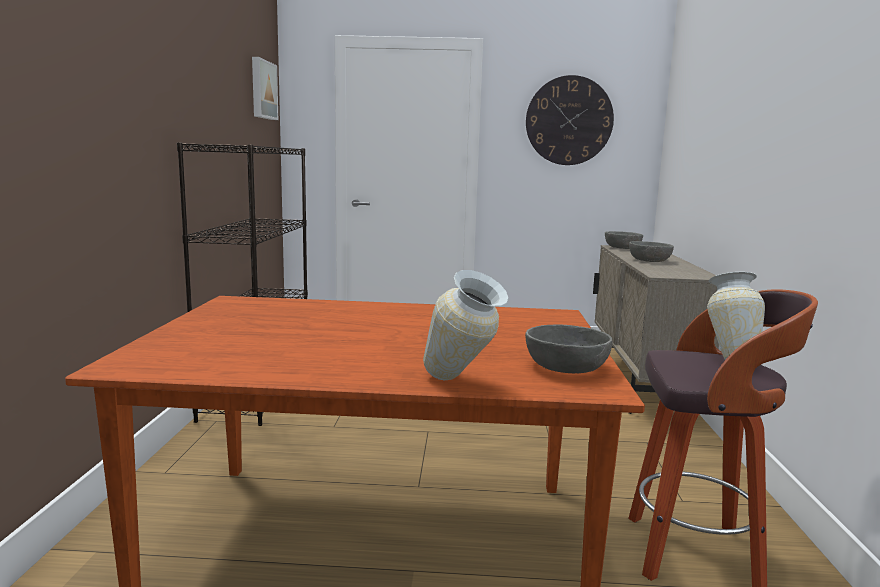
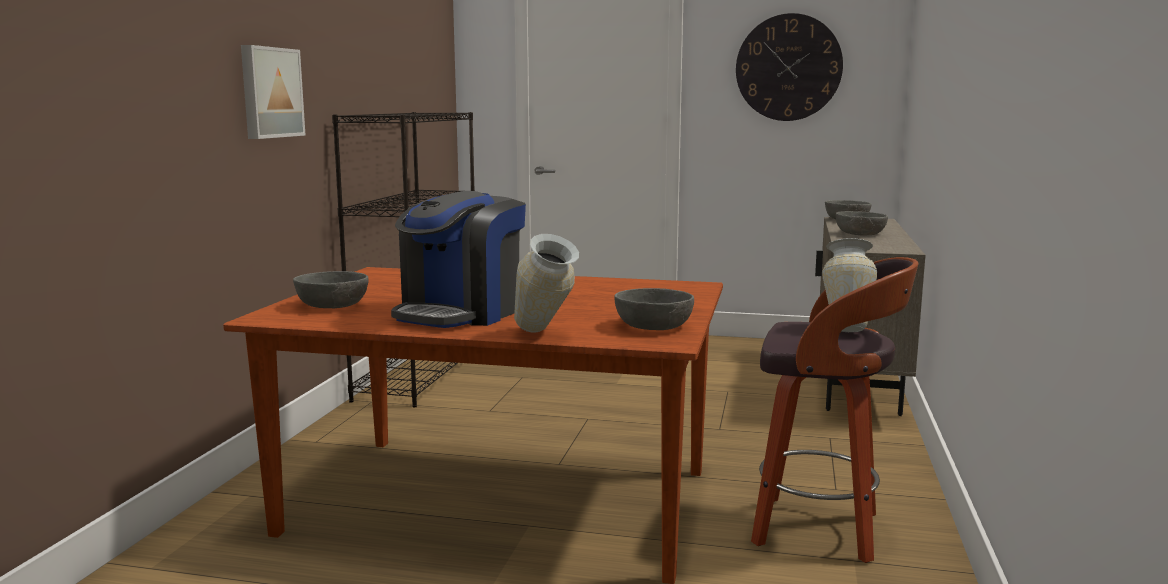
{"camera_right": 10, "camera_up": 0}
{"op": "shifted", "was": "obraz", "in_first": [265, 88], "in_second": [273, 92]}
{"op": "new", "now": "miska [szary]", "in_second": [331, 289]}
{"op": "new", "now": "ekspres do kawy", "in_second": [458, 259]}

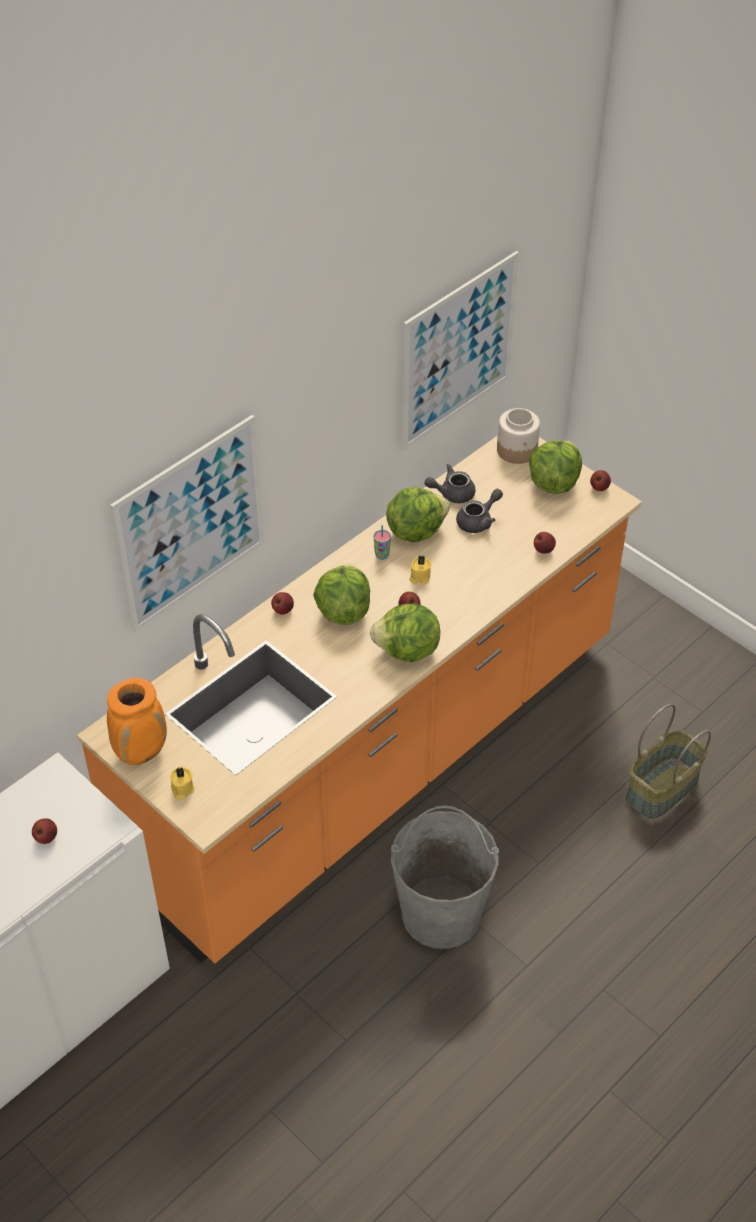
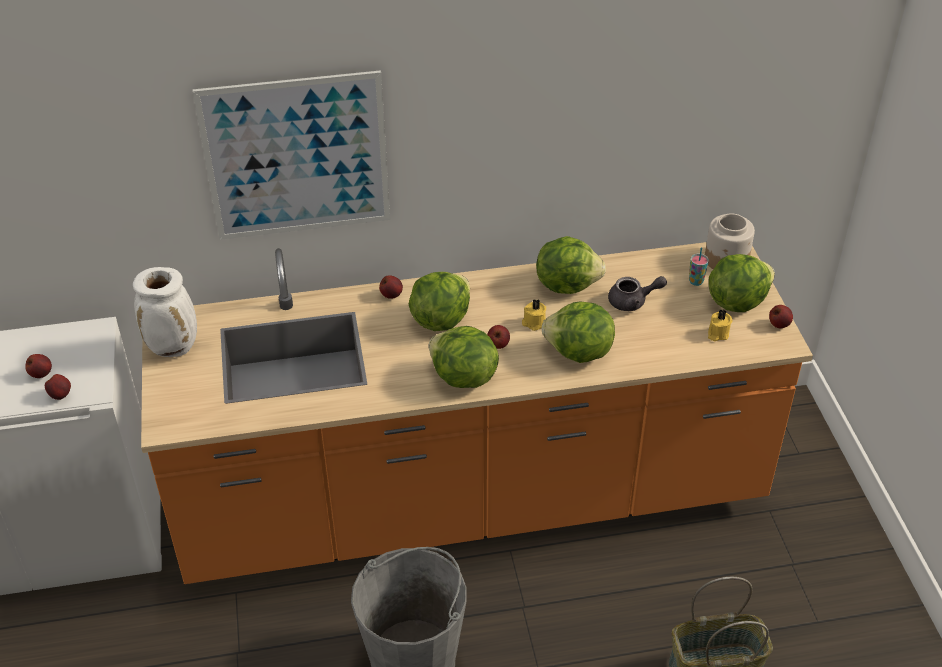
{"camera_right": 35, "camera_up": -5}
{"op": "repainted", "was": "wazon [pomarańczowy]", "now": "wazon [biały]", "in_first": [137, 721], "in_second": [165, 312]}
{"op": "shifted", "was": "świeca [żółty]", "in_first": [182, 783], "in_second": [720, 325]}
{"op": "shifted", "was": "filiżanka", "in_first": [382, 542], "in_second": [699, 266]}
{"op": "gone", "was": "obraz", "in_first": [460, 350]}
{"op": "gone", "was": "imbryk [szary]", "in_first": [450, 483]}
{"op": "shifted", "was": "jabłko", "in_first": [545, 543], "in_second": [58, 387]}
{"op": "new", "now": "sałata", "in_second": [578, 332]}

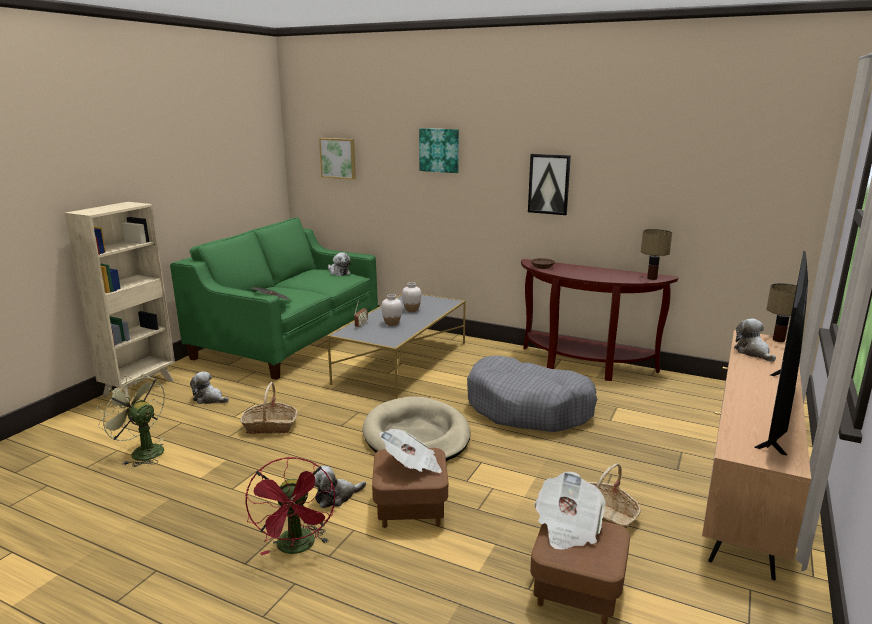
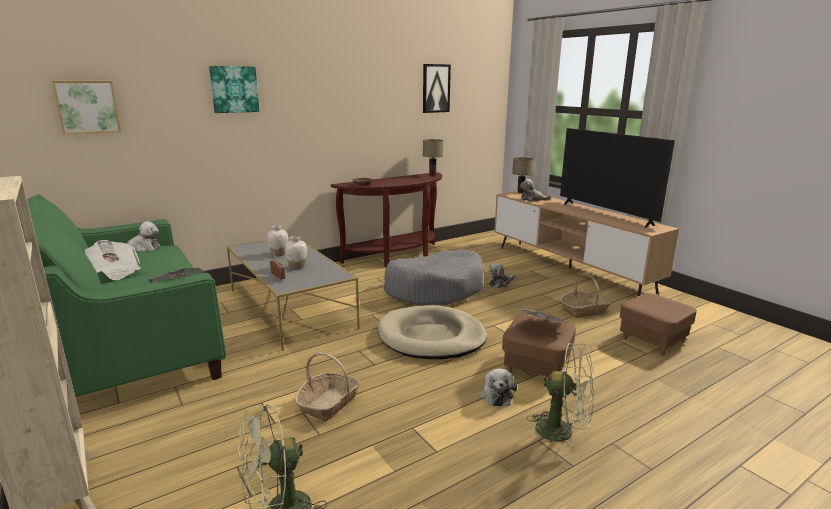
{"camera_right": -60, "camera_up": 0}
{"op": "shifted", "was": "pluszak", "in_first": [209, 388], "in_second": [502, 275]}
{"op": "repainted", "was": "wentylator [czerwony]", "now": "wentylator [zielony]", "in_first": [290, 506], "in_second": [560, 398]}
{"op": "shifted", "was": "obraz", "in_first": [549, 184], "in_second": [437, 88]}
{"op": "shifted", "was": "gazeta", "in_first": [570, 510], "in_second": [113, 260]}

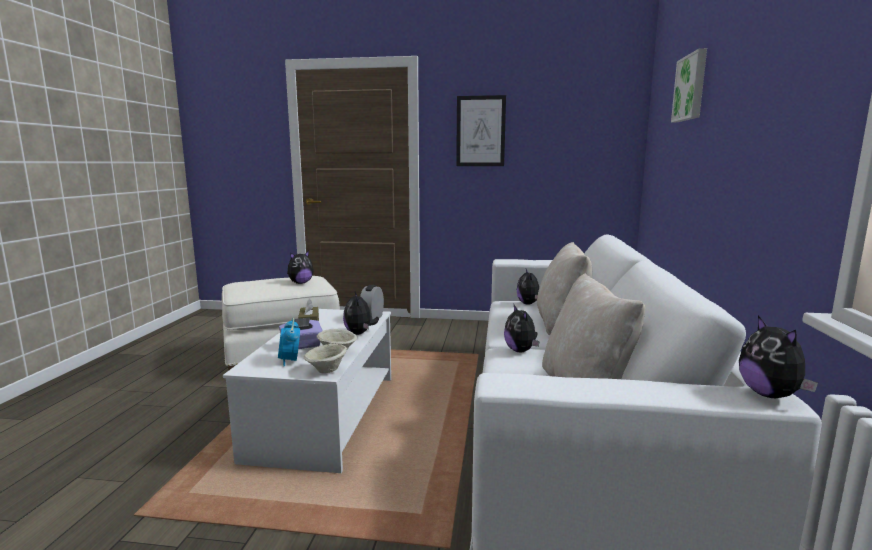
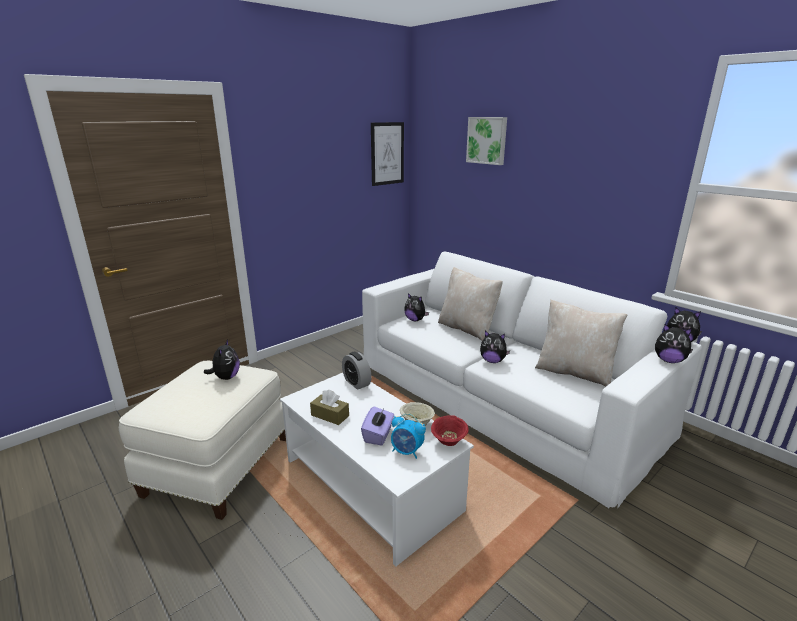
{"camera_right": -50, "camera_up": 10}
{"op": "repainted", "was": "miska [beżowy]", "now": "miska [czerwony]", "in_first": [325, 359], "in_second": [450, 430]}
{"op": "shifted", "was": "pluszak", "in_first": [361, 312], "in_second": [674, 343]}
{"op": "shifted", "was": "obraz", "in_first": [481, 130], "in_second": [387, 154]}

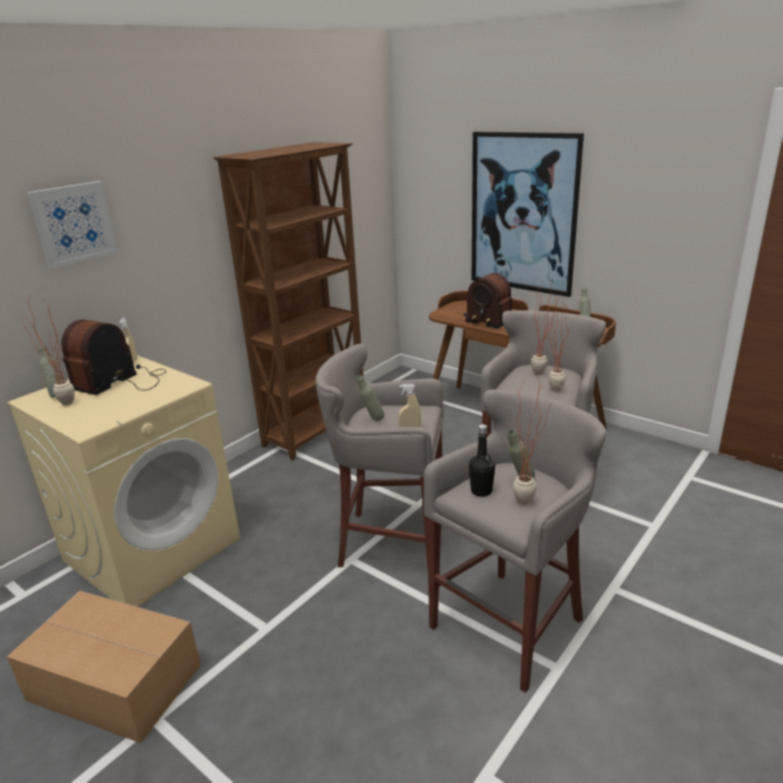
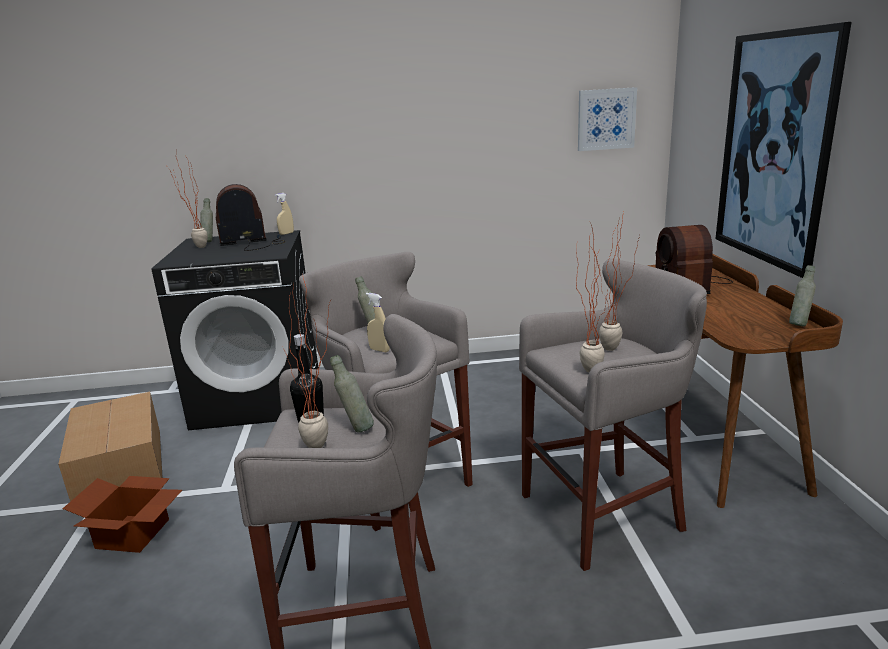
{"camera_right": 45, "camera_up": -5}
{"op": "repainted", "was": "pralka [beżowy]", "now": "pralka [czarny]", "in_first": [123, 481], "in_second": [235, 330]}
{"op": "shifted", "was": "obraz", "in_first": [72, 225], "in_second": [607, 119]}
{"op": "gone", "was": "regał [brązowy]", "in_first": [288, 301]}
{"op": "new", "now": "karton", "in_second": [122, 514]}

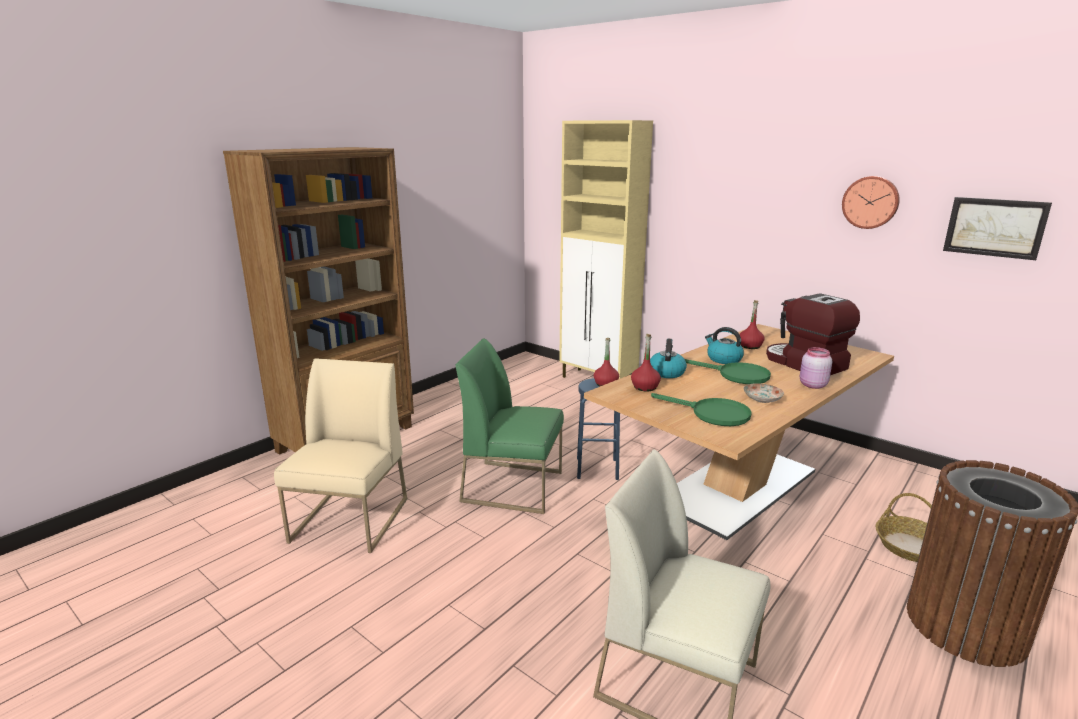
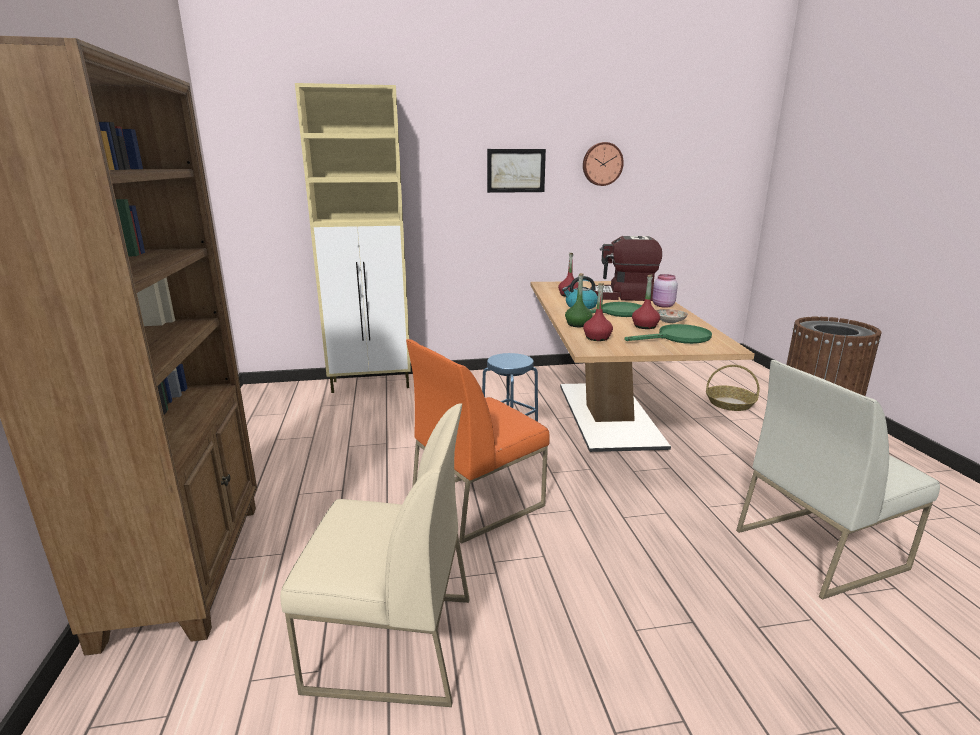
{"camera_right": -50, "camera_up": 0}
{"op": "rotated", "was": "krzesło [beżowy]", "in_first": [340, 455], "in_second": [375, 555], "clockwise": 135}
{"op": "repainted", "was": "krzesło [zielony]", "now": "krzesło [pomarańczowy]", "in_first": [509, 426], "in_second": [478, 441]}
{"op": "shifted", "was": "butelka [czerwony]", "in_first": [606, 362], "in_second": [646, 302]}
{"op": "swapped", "was": "czajnik", "now": "butelka [zielony]", "in_first": [668, 358], "in_second": [578, 300]}
{"op": "shifted", "was": "obraz", "in_first": [997, 228], "in_second": [516, 171]}

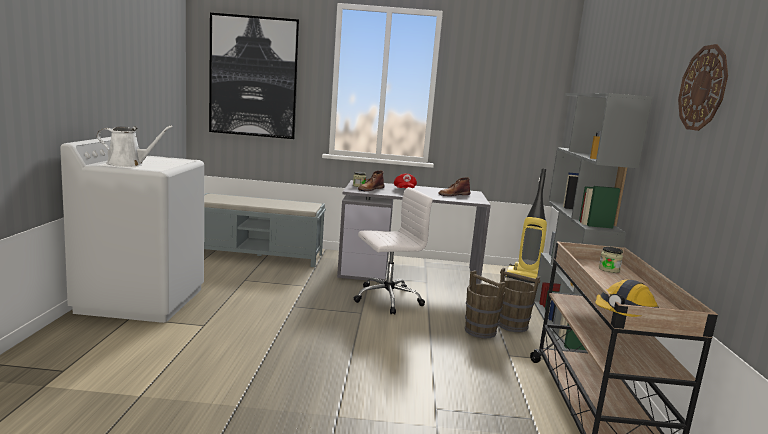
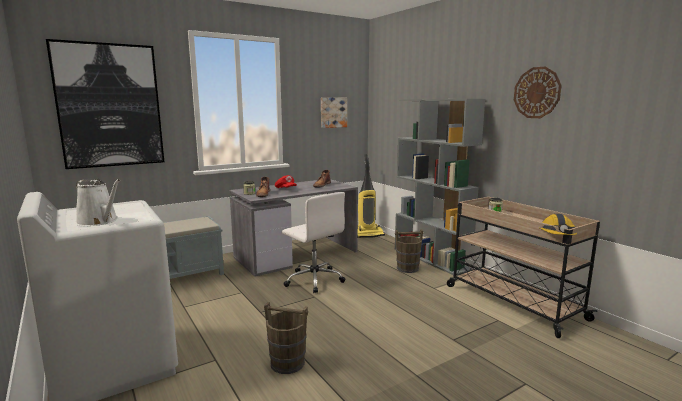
{"camera_right": -35, "camera_up": 0}
{"op": "rotated", "was": "konewka [biały]", "in_first": [135, 146], "in_second": [98, 202], "clockwise": 75}
{"op": "rotated", "was": "krzesło biurowe [biały]", "in_first": [393, 251], "in_second": [313, 242], "clockwise": 105}
{"op": "shifted", "was": "wiadro [brązowy]", "in_first": [485, 304], "in_second": [286, 338]}
{"op": "new", "now": "obraz", "in_second": [334, 112]}

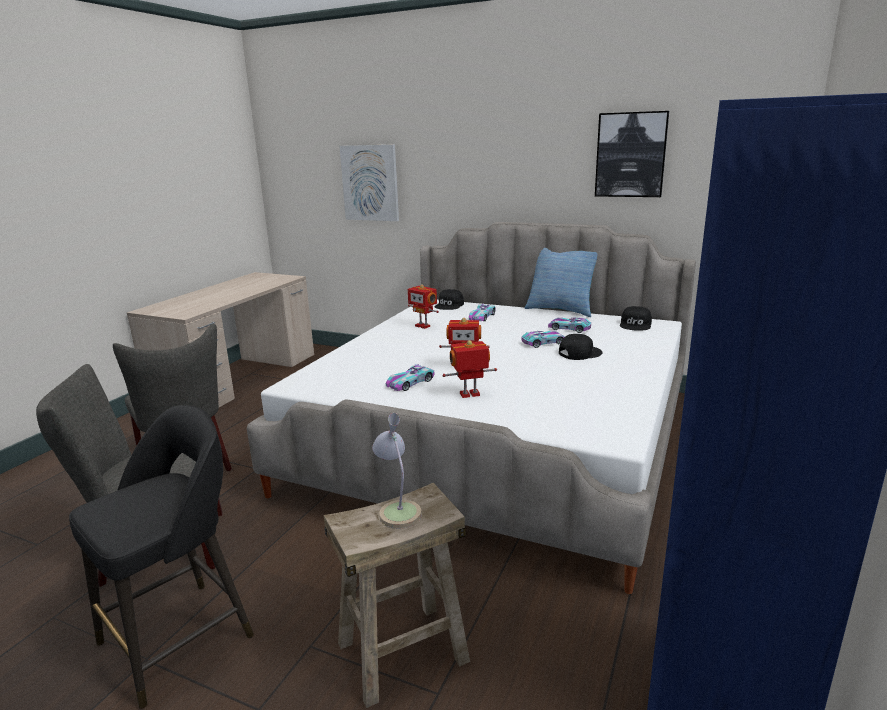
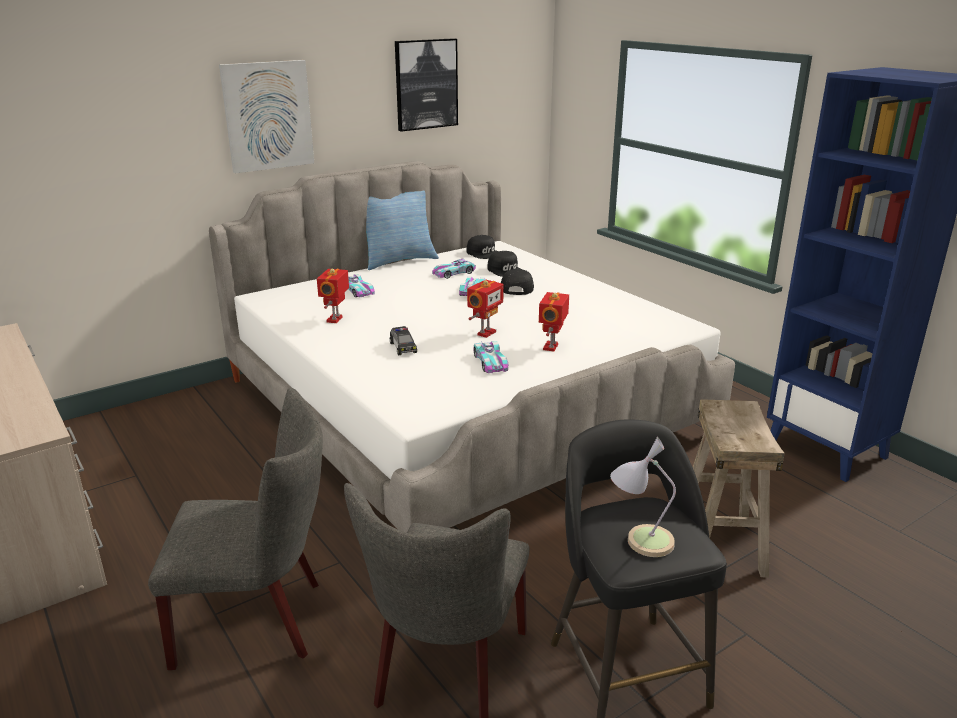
{"camera_right": -60, "camera_up": 5}
{"op": "shifted", "was": "obraz", "in_first": [369, 183], "in_second": [266, 116]}
{"op": "shifted", "was": "lampa stołowa", "in_first": [397, 471], "in_second": [643, 497]}
{"op": "rotated", "was": "robot zabawkowy", "in_first": [423, 306], "in_second": [333, 296], "clockwise": 120}
{"op": "shifted", "was": "czapka z daszkiem [czarny]", "in_first": [449, 299], "in_second": [503, 264]}
{"op": "new", "now": "samochodzik", "in_second": [403, 341]}

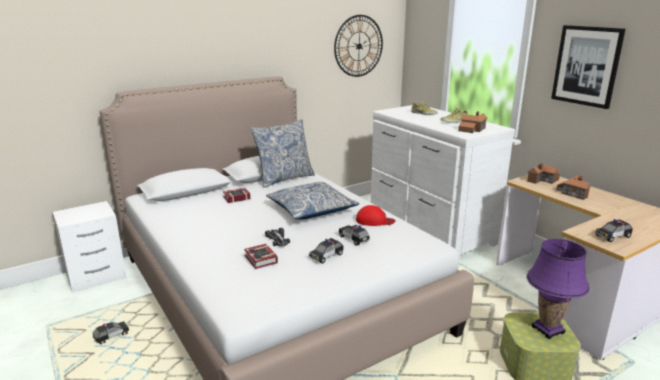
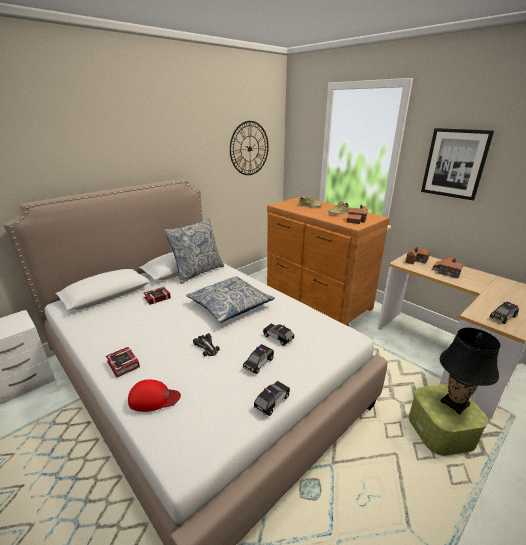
{"camera_right": -10, "camera_up": 5}
{"op": "shifted", "was": "samochodzik", "in_first": [110, 333], "in_second": [272, 398]}
{"op": "shifted", "was": "książka", "in_first": [261, 256], "in_second": [123, 362]}
{"op": "shifted", "was": "czapka z daszkiem [czerwony]", "in_first": [376, 215], "in_second": [154, 395]}
{"op": "repainted", "was": "komoda [biały]", "now": "komoda [brązowy]", "in_first": [443, 182], "in_second": [328, 261]}
{"op": "repainted", "was": "lampa stołowa [fioletowy]", "now": "lampa stołowa [czarny]", "in_first": [558, 289], "in_second": [470, 371]}

